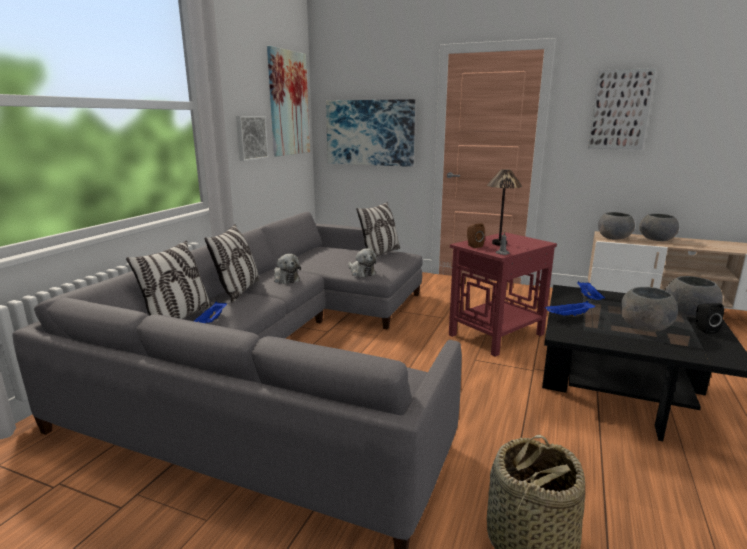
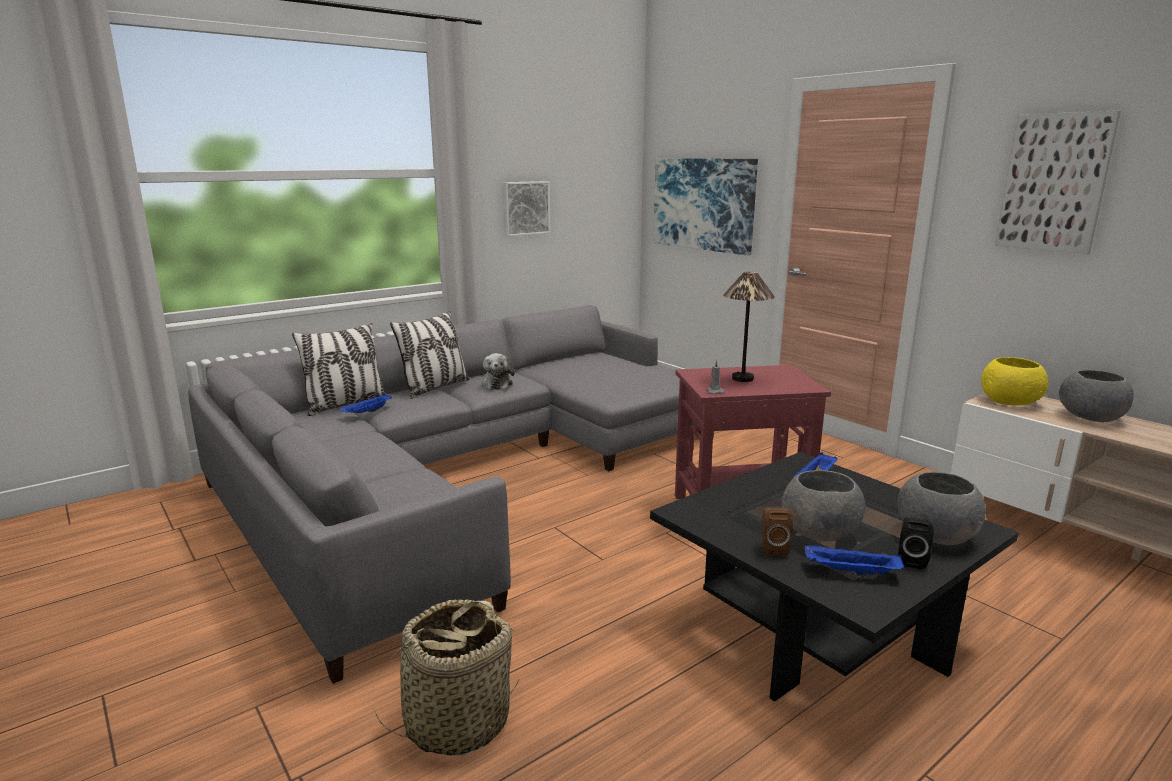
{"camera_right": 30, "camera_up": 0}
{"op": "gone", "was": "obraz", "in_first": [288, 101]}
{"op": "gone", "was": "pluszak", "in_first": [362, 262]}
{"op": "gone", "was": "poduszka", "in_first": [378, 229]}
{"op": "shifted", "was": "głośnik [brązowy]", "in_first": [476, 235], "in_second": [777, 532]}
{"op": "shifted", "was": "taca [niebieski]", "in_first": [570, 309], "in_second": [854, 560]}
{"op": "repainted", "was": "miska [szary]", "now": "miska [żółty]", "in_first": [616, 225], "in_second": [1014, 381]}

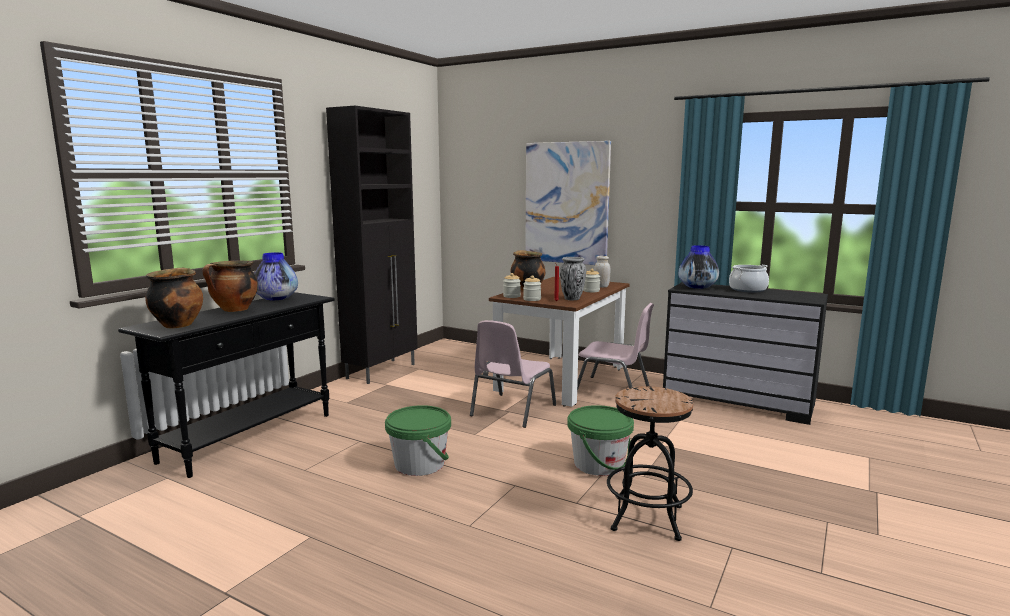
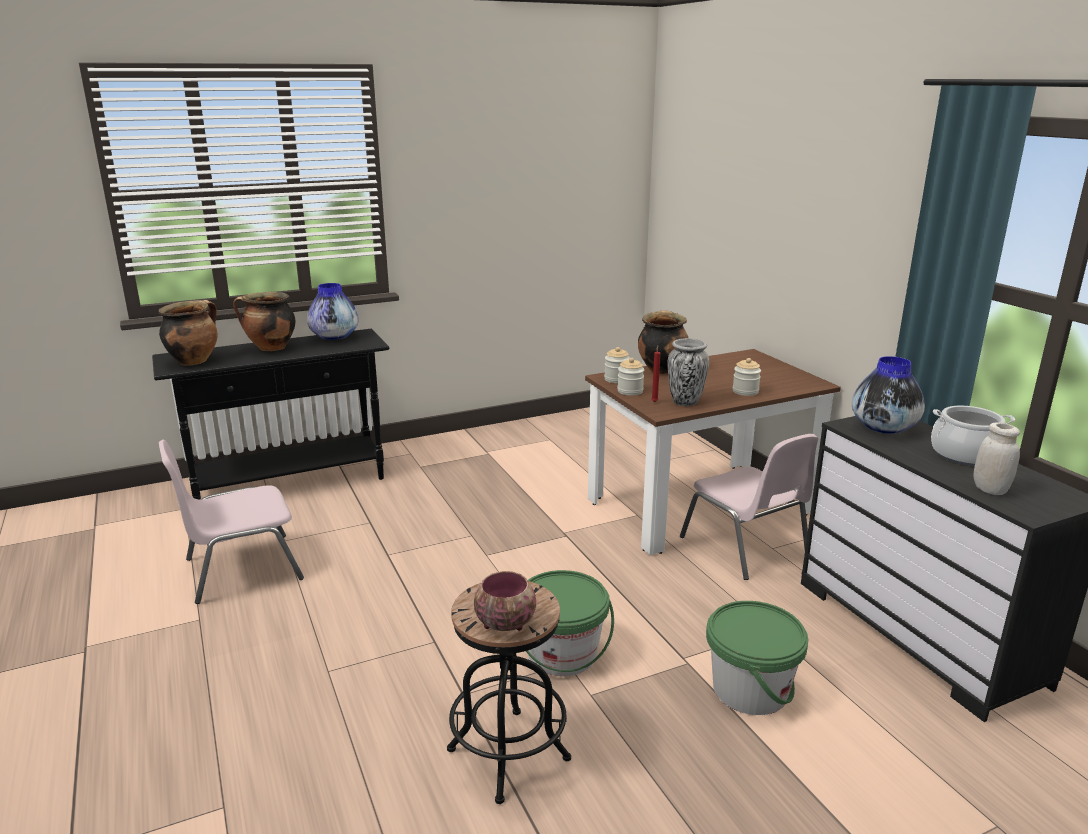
{"camera_right": 35, "camera_up": 10}
{"op": "gone", "was": "szafka [czarny]", "in_first": [372, 245]}
{"op": "shifted", "was": "wiadro [zielony]", "in_first": [418, 440], "in_second": [757, 658]}
{"op": "shifted", "was": "krzesło [różowy]", "in_first": [513, 374], "in_second": [231, 522]}
{"op": "gone", "was": "obraz", "in_first": [568, 203]}
{"op": "shifted", "was": "słoik [biały]", "in_first": [602, 272], "in_second": [996, 458]}
{"op": "new", "now": "miska", "in_second": [505, 601]}

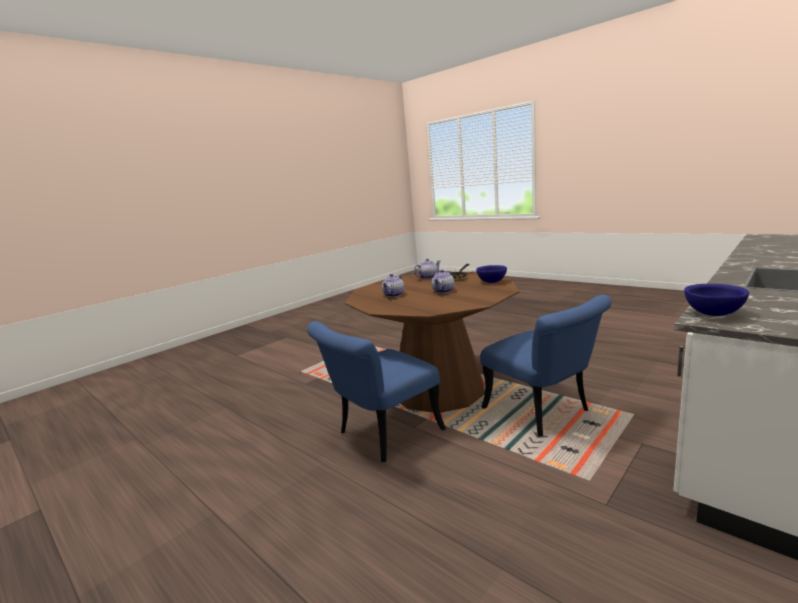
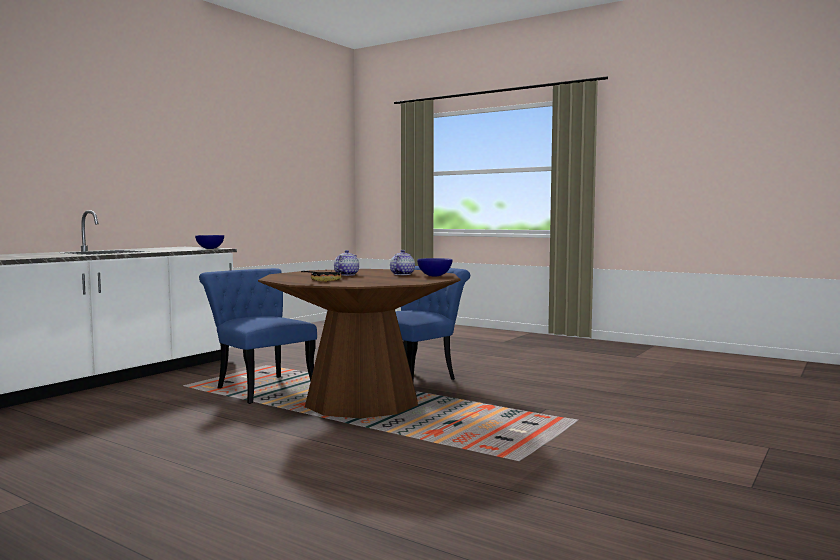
{"camera_right": 170, "camera_up": -10}
{"op": "gone", "was": "imbryk", "in_first": [427, 268]}
{"op": "shifted", "was": "miska [niebieski]", "in_first": [491, 274], "in_second": [434, 267]}

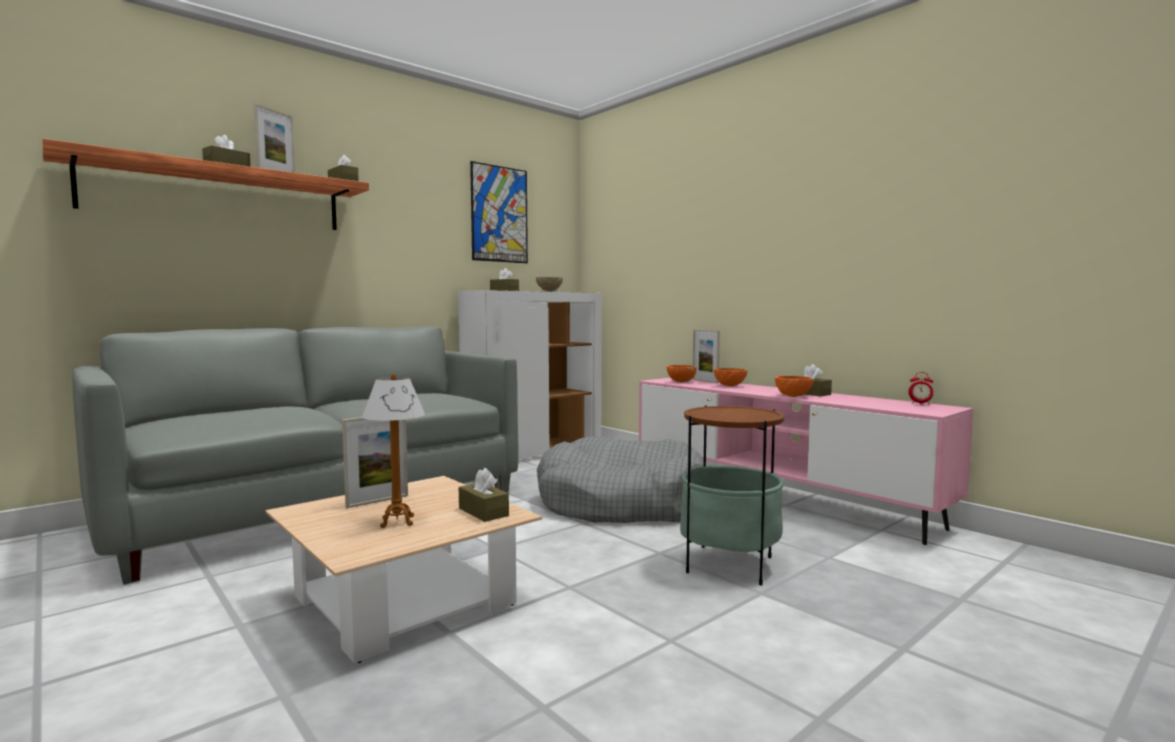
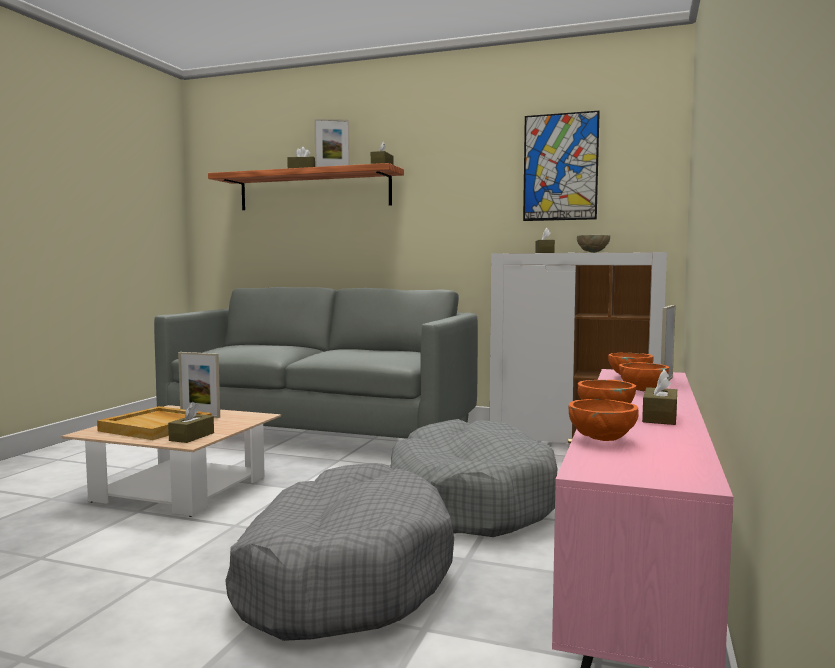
{"camera_right": 60, "camera_up": 0}
{"op": "swapped", "was": "lampa stołowa", "now": "taca [beżowy]", "in_first": [393, 451], "in_second": [154, 423]}
{"op": "swapped", "was": "stolik", "now": "legowisko [szary]", "in_first": [732, 495], "in_second": [339, 552]}
{"op": "gone", "was": "budzik", "in_first": [921, 388]}
{"op": "new", "now": "miska [pomarańczowy]", "in_second": [604, 420]}

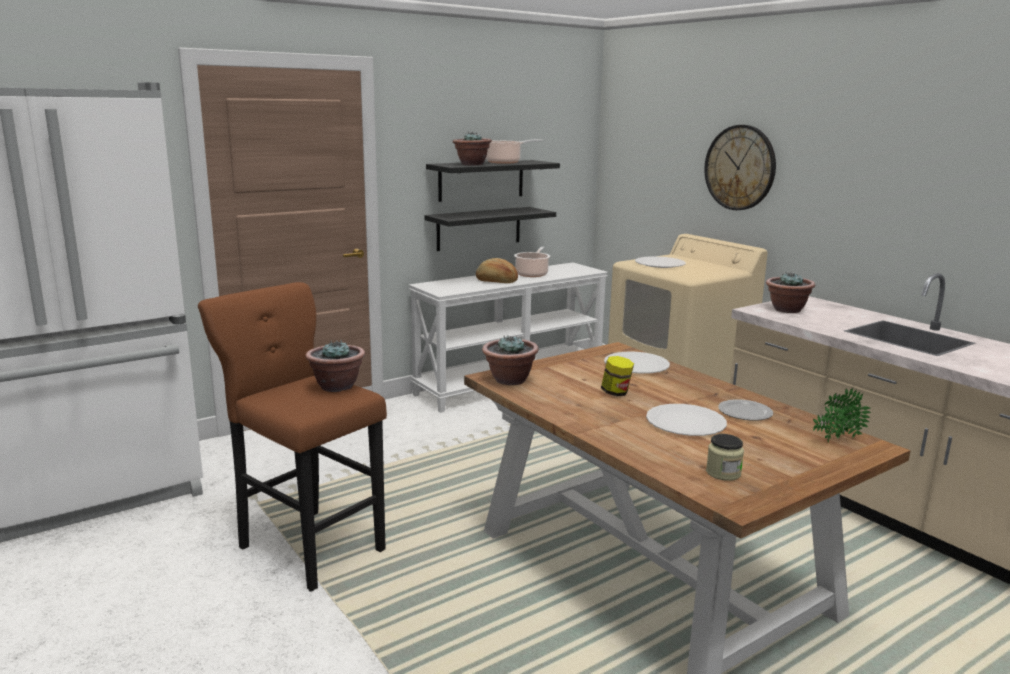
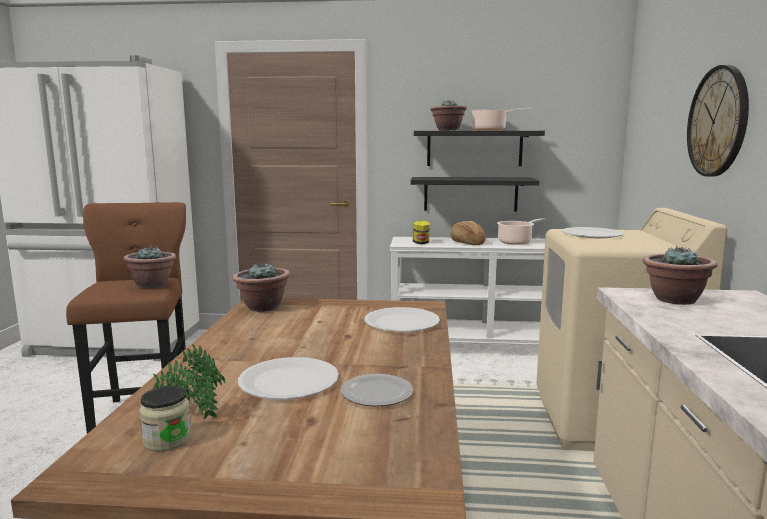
{"camera_right": 40, "camera_up": -5}
{"op": "shifted", "was": "słoik", "in_first": [617, 376], "in_second": [421, 232]}
{"op": "shifted", "was": "roślina doniczkowa", "in_first": [842, 415], "in_second": [189, 382]}

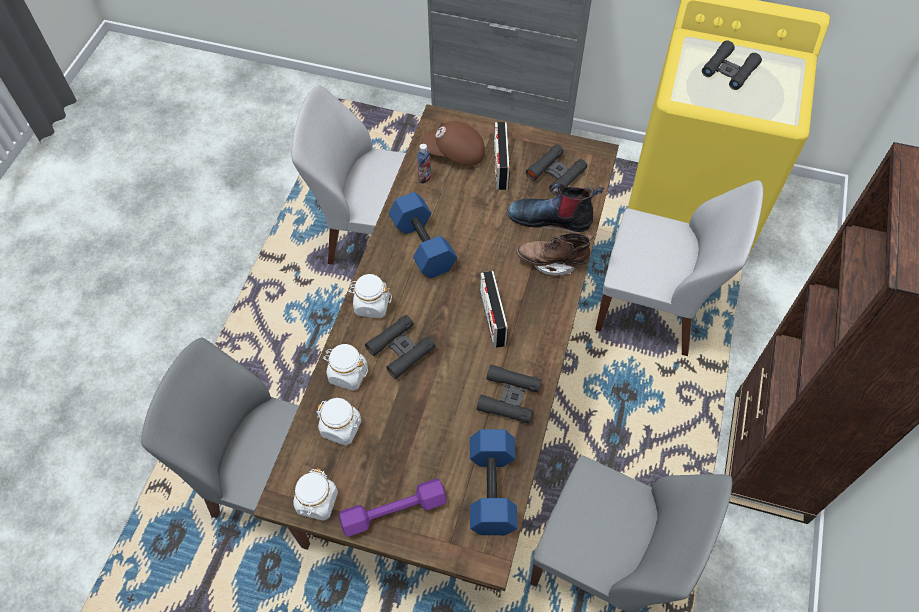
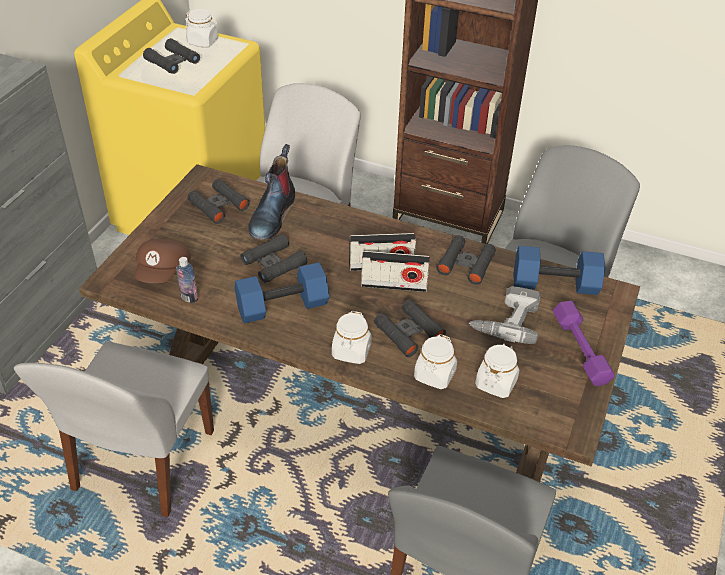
{"camera_right": -85, "camera_up": -15}
{"op": "shifted", "was": "słoik [biały]", "in_first": [315, 494], "in_second": [201, 28]}
{"op": "shifted", "was": "radio", "in_first": [502, 156], "in_second": [395, 271]}
{"op": "gone", "was": "but z cholewką [brązowy]", "in_first": [555, 254]}
{"op": "new", "now": "lornetka [czarny]", "in_second": [274, 258]}
{"op": "new", "now": "wiertarka", "in_second": [505, 315]}

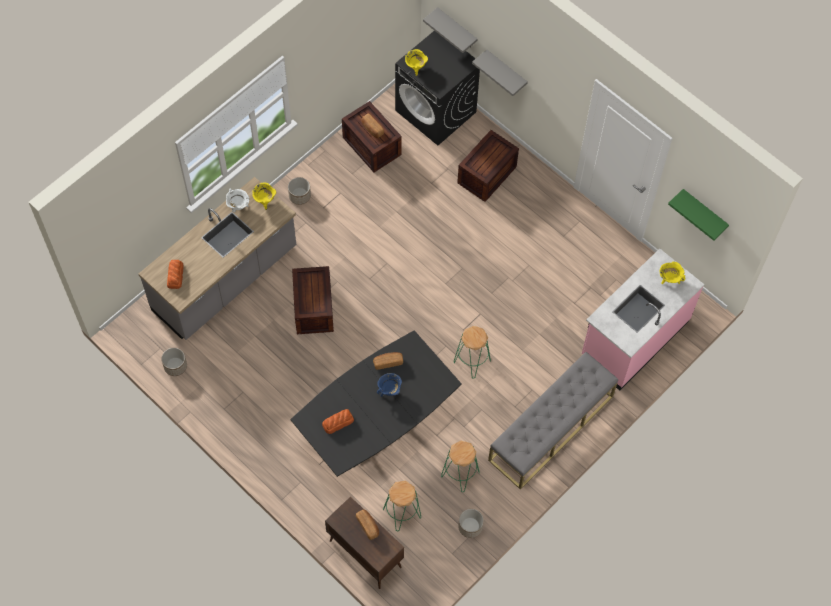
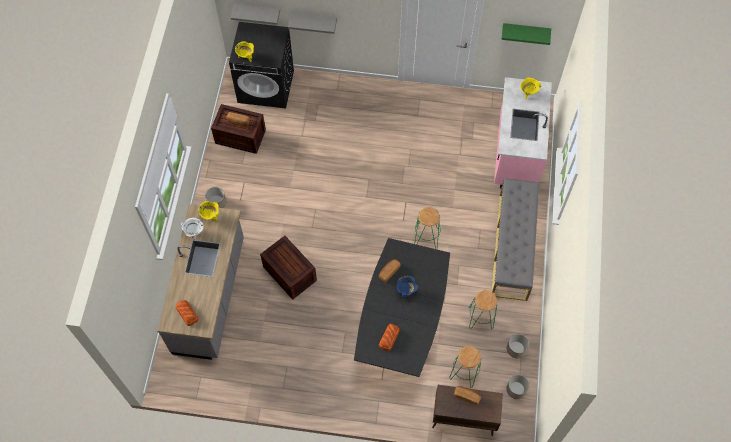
{"camera_right": -35, "camera_up": 0}
{"op": "shifted", "was": "donica", "in_first": [174, 362], "in_second": [518, 387]}
{"op": "gone", "was": "skrzynka", "in_first": [488, 166]}

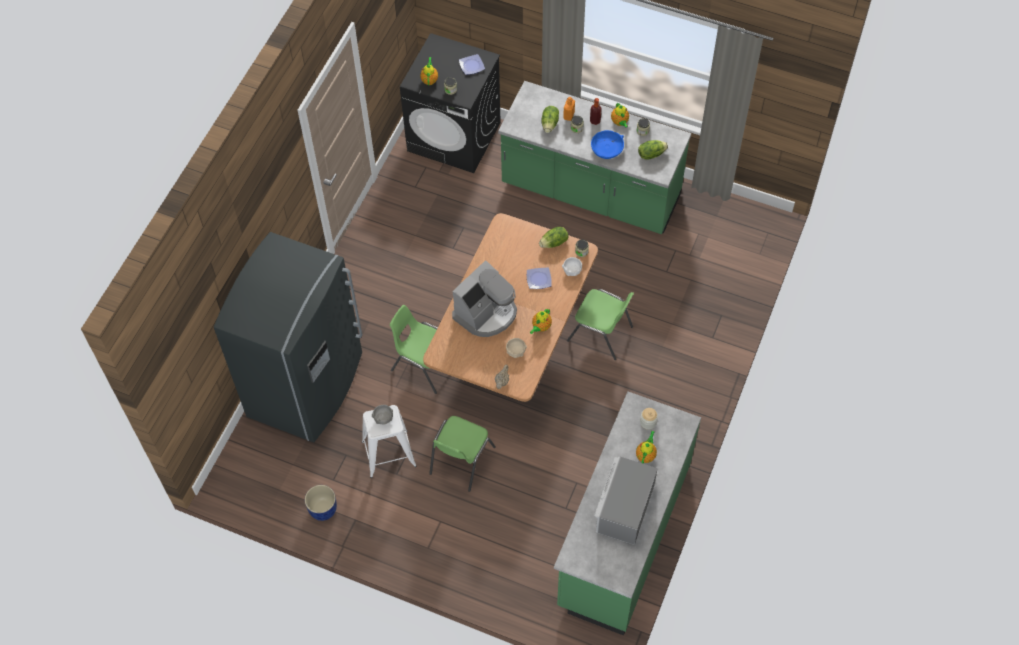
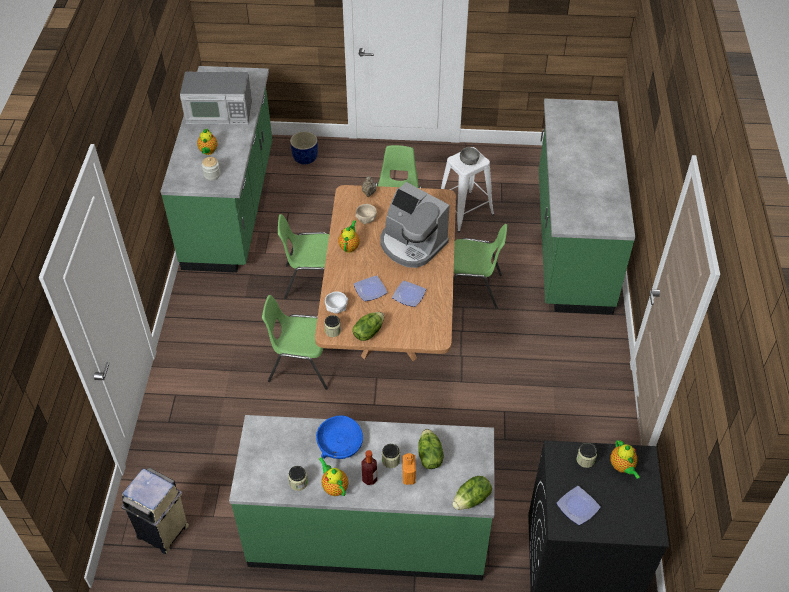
{"camera_right": 160, "camera_up": -10}
{"op": "swapped", "was": "lodówka [szary]", "now": "zabudowa kuchenna [zielony]", "in_first": [288, 337], "in_second": [587, 207]}
{"op": "shifted", "was": "donica [niebieski]", "in_first": [321, 503], "in_second": [304, 148]}
{"op": "rotated", "was": "ekspres do kawy", "in_first": [484, 298], "in_second": [415, 225], "clockwise": -75}
{"op": "rotated", "was": "mikrofalówka", "in_first": [626, 500], "in_second": [216, 98], "clockwise": 90}
{"op": "shifted", "was": "sałata", "in_first": [653, 150], "in_second": [472, 493]}
{"op": "new", "now": "kosz na śmieci [beżowy]", "in_second": [155, 511]}
{"op": "new", "now": "krzesło [zielony]", "in_second": [303, 256]}
{"op": "new", "now": "talerz", "in_second": [409, 294]}

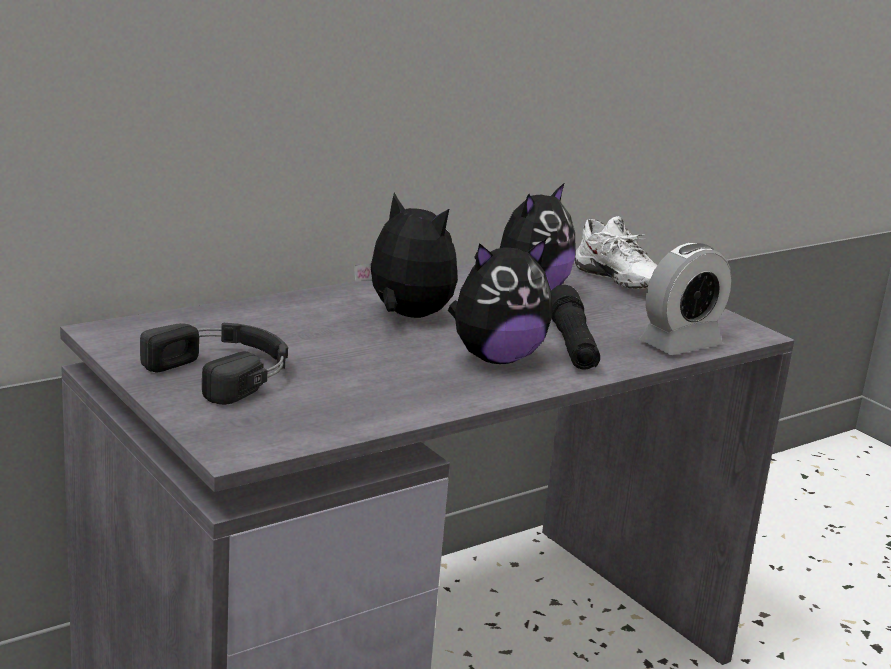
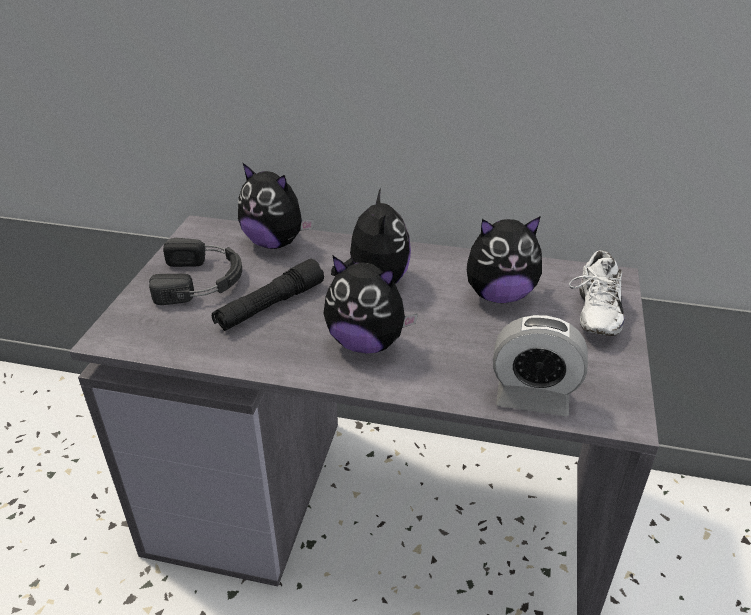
{"camera_right": 50, "camera_up": 15}
{"op": "shifted", "was": "latarka [czarny]", "in_first": [575, 327], "in_second": [268, 295]}
{"op": "new", "now": "pluszak", "in_second": [276, 205]}

